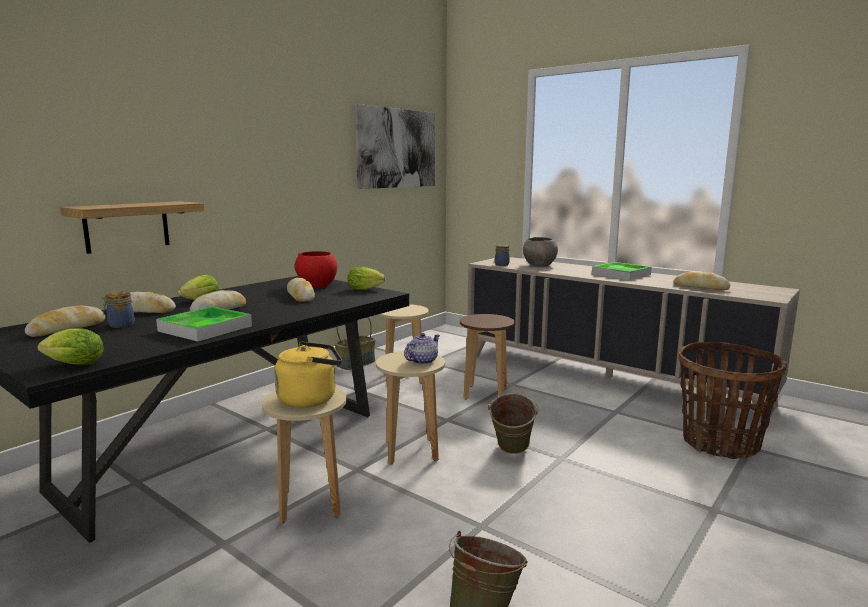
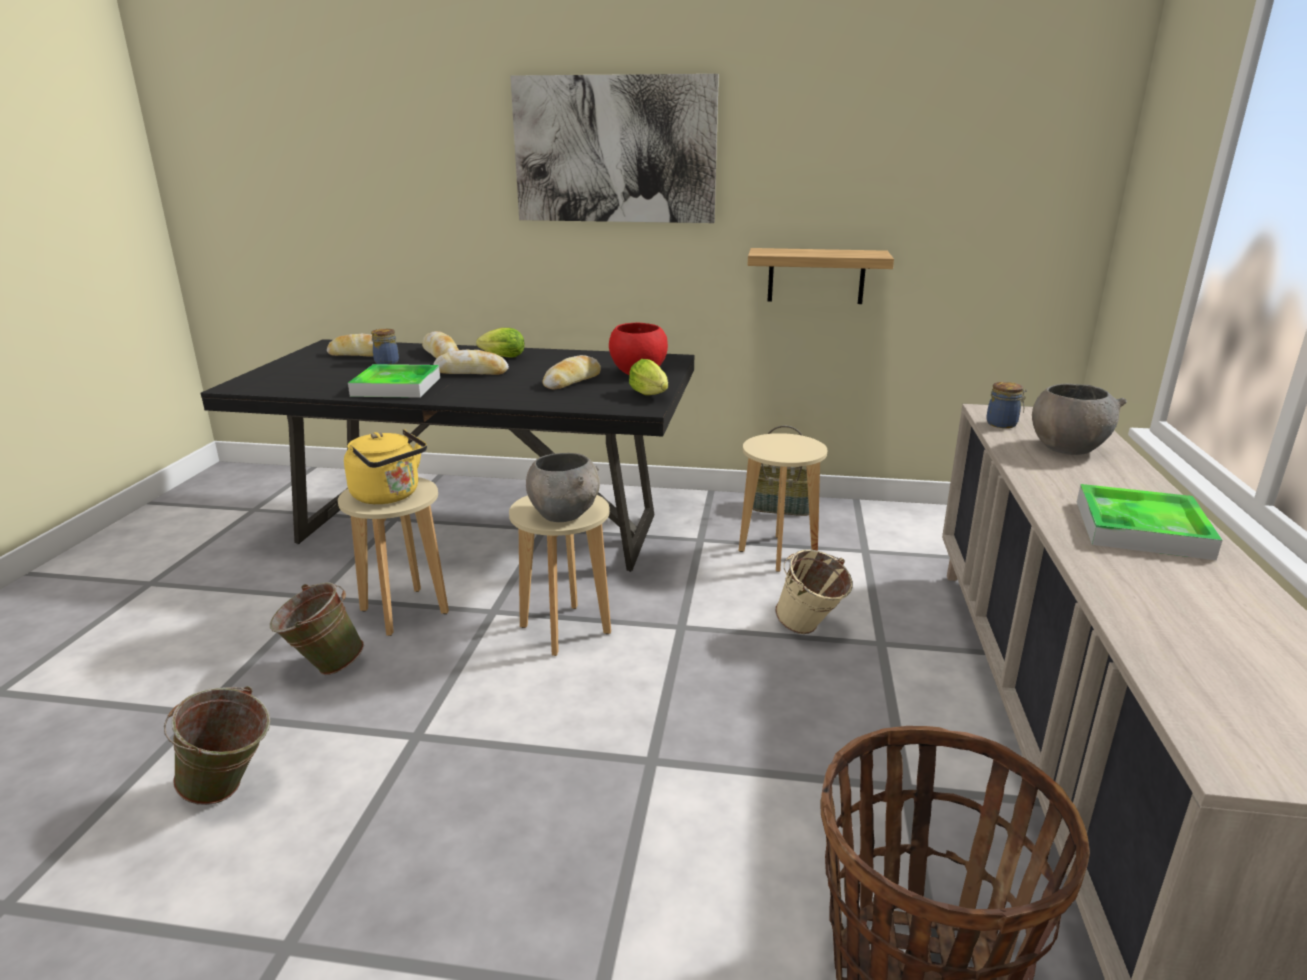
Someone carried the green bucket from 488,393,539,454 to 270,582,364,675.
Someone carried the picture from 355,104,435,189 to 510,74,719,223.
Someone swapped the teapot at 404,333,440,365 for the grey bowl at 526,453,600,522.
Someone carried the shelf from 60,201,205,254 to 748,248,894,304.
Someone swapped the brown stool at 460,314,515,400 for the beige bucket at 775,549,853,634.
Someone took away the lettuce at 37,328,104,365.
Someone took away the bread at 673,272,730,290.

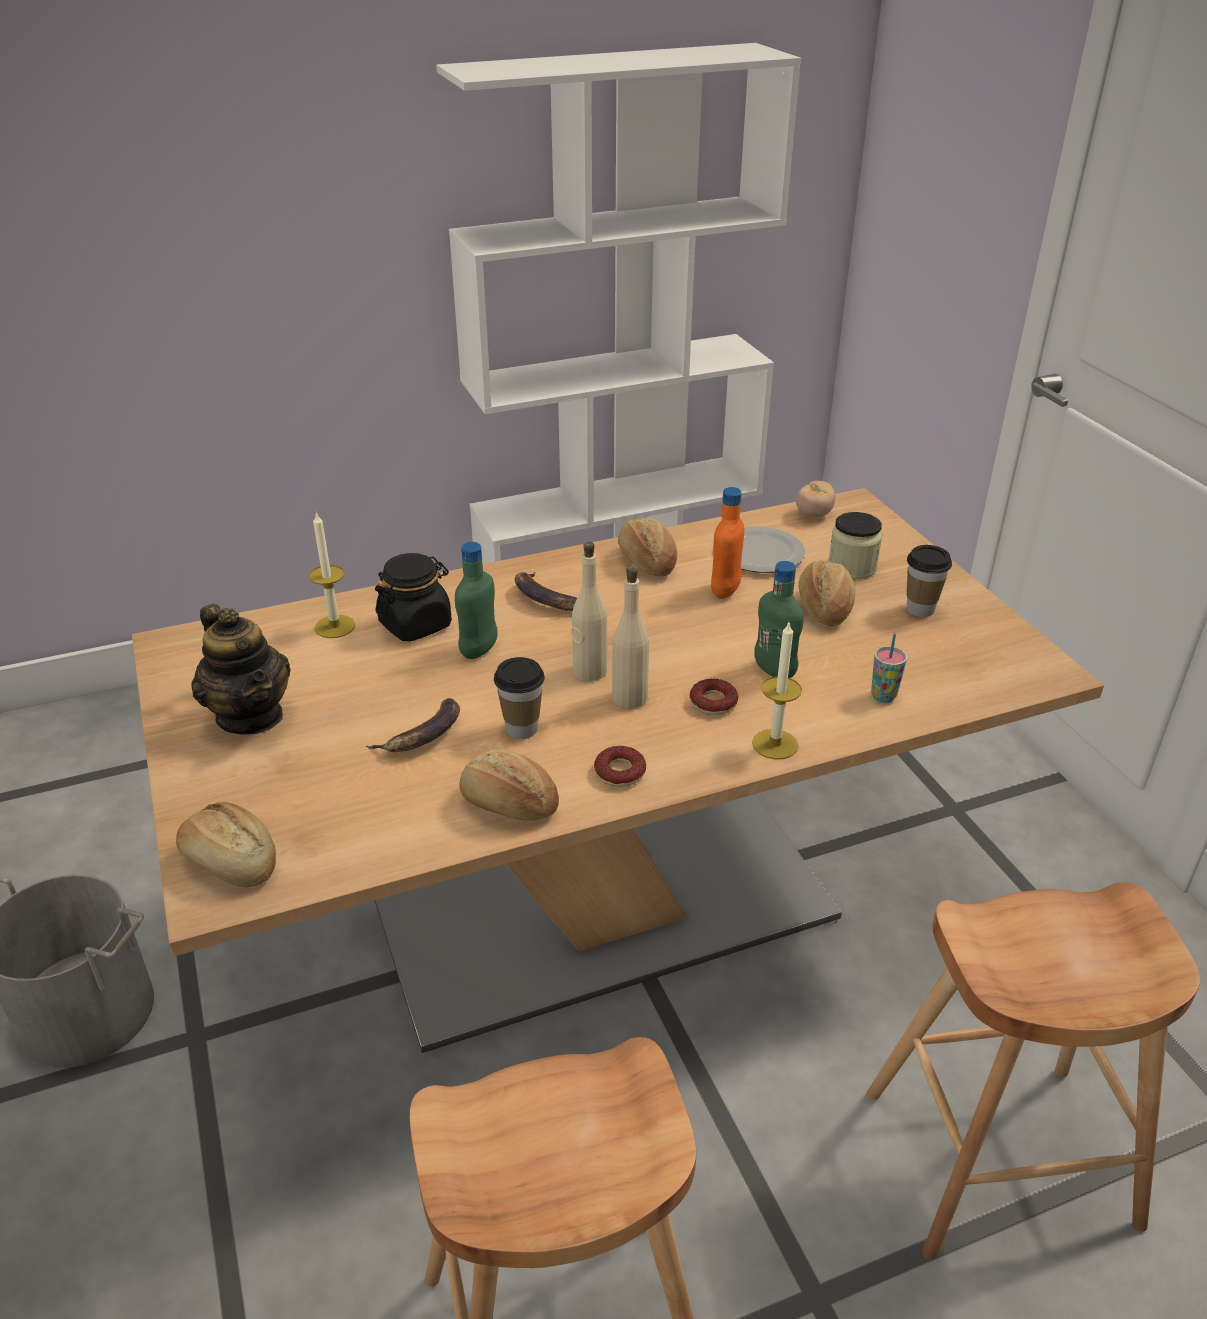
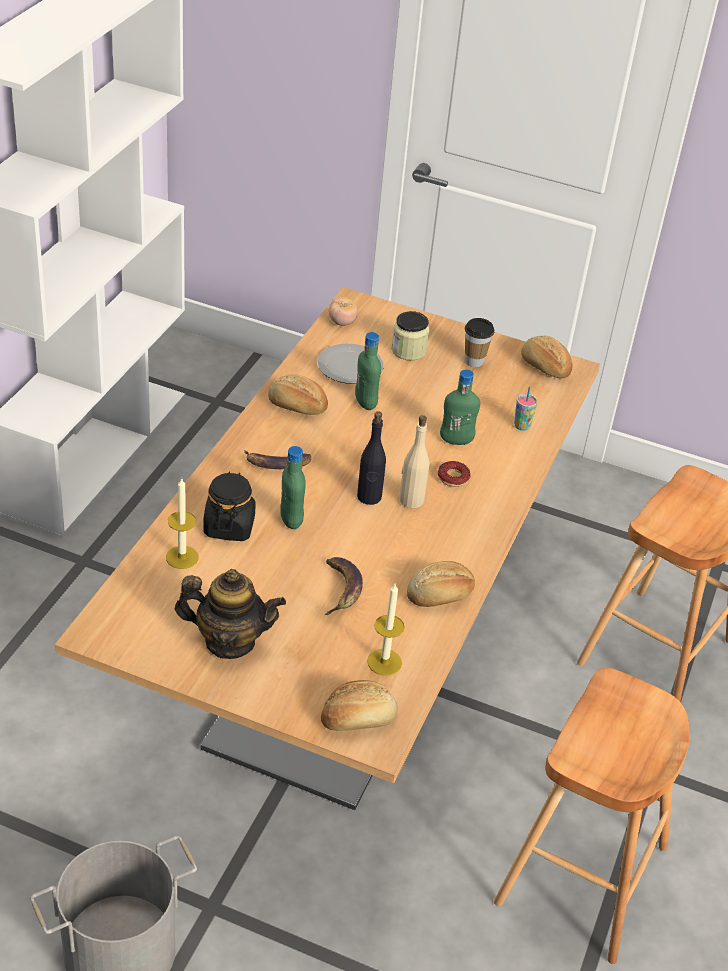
Someone repainted the orange bottle at 711,487,744,599, which became the green bottle at 355,332,381,410.
Someone repainted the beige bottle at 571,542,607,681, which became the black bottle at 357,411,386,505.
Someone carried the candle from 752,623,802,760 to 367,584,405,676.
Someone carried the bread from 798,560,855,627 to 521,336,572,378.
Someone took away the cup at 494,657,545,739.
Someone took away the donut at 594,746,646,787.

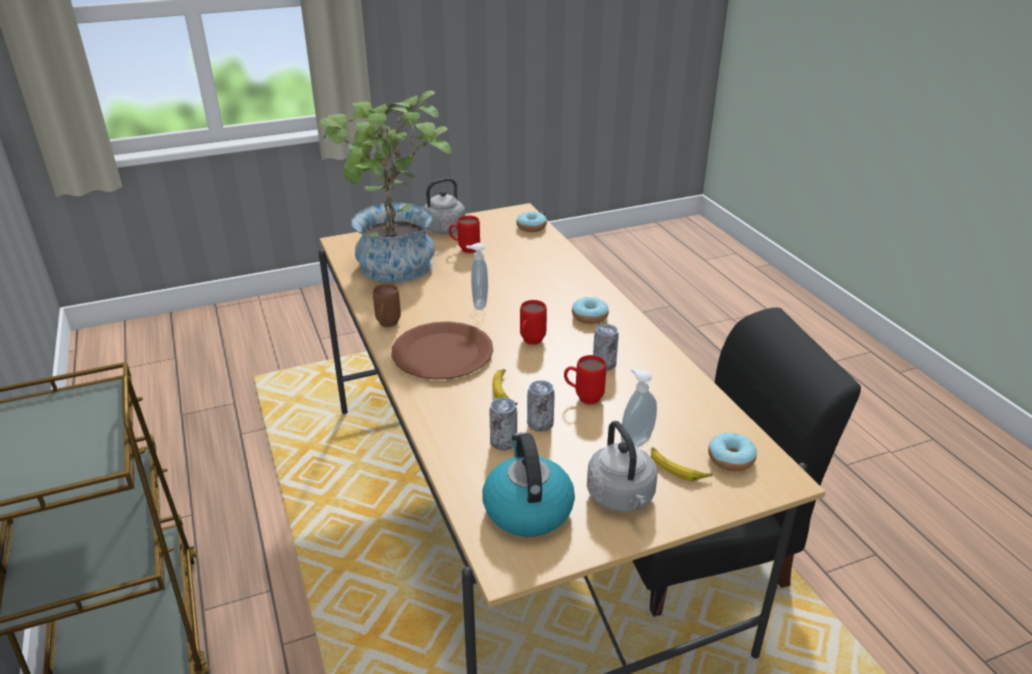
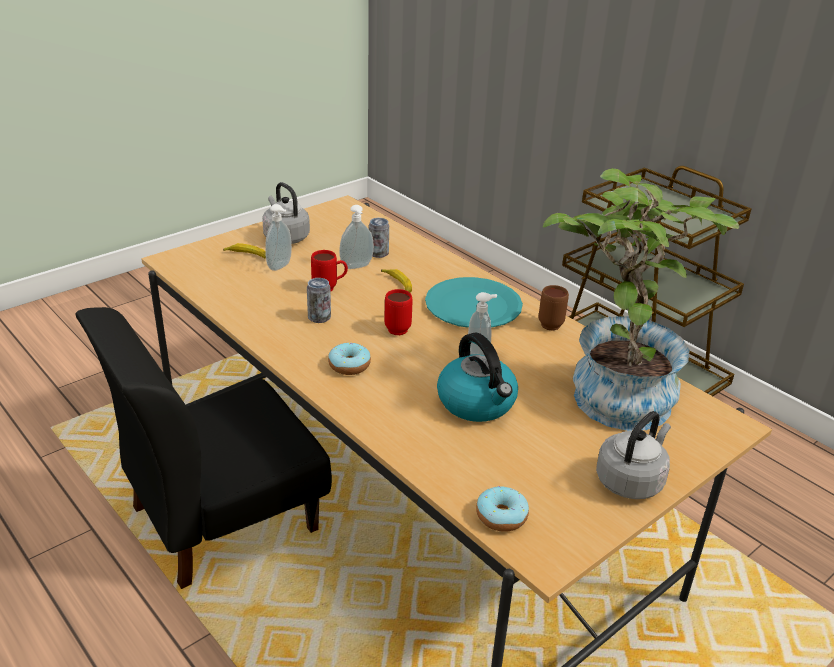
Someone swapped the can at 527,380,555,432 for the soap dispenser at 339,205,374,269.
Someone repainted the brown plate at 392,321,493,380, which became the turquoise plate at 425,277,523,328.
Someone carried the kettle from 482,433,575,537 to 437,332,518,422.
Someone took away the red mug at 449,215,480,253.
Someone took away the donut at 708,433,757,471.

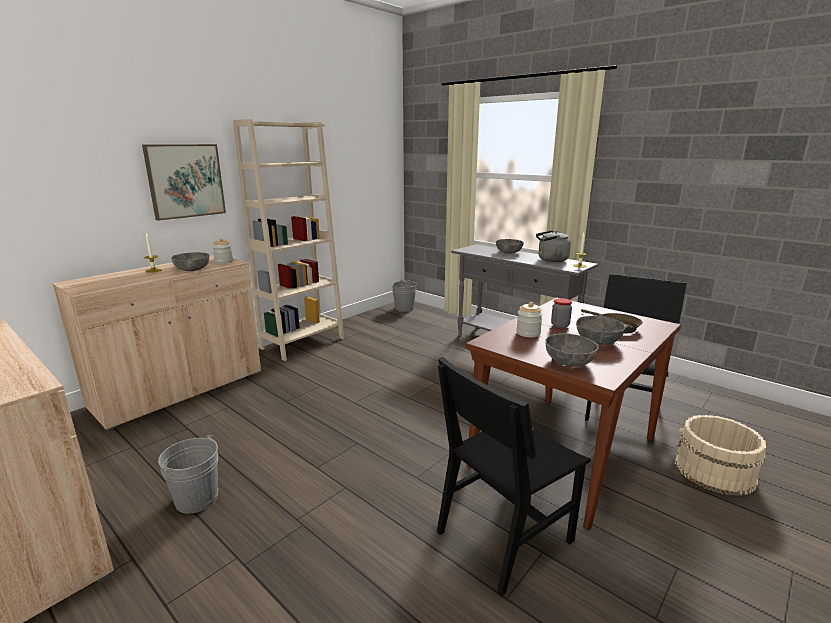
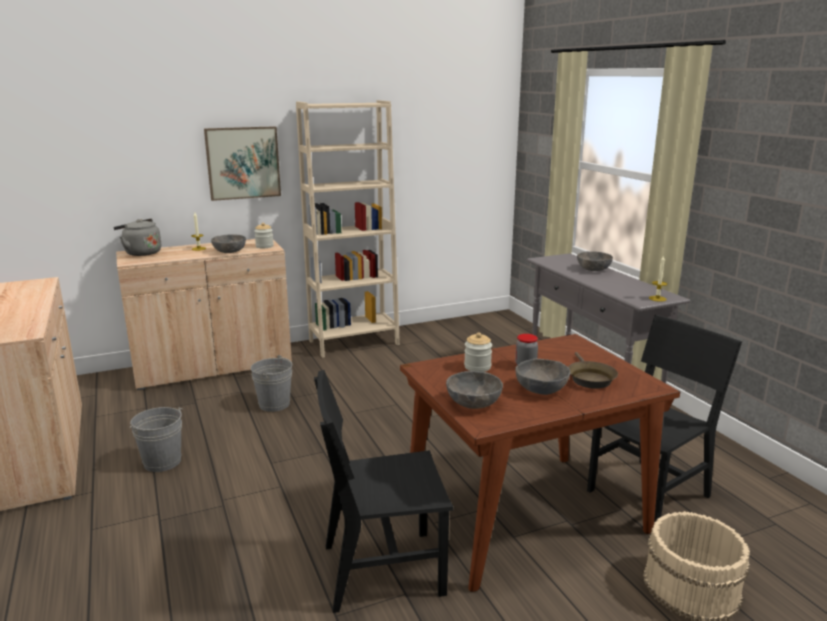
Someone carried the grey kettle from 536,230,571,262 to 113,219,161,256.
Someone carried the grey bucket from 392,279,417,312 to 251,355,293,412.

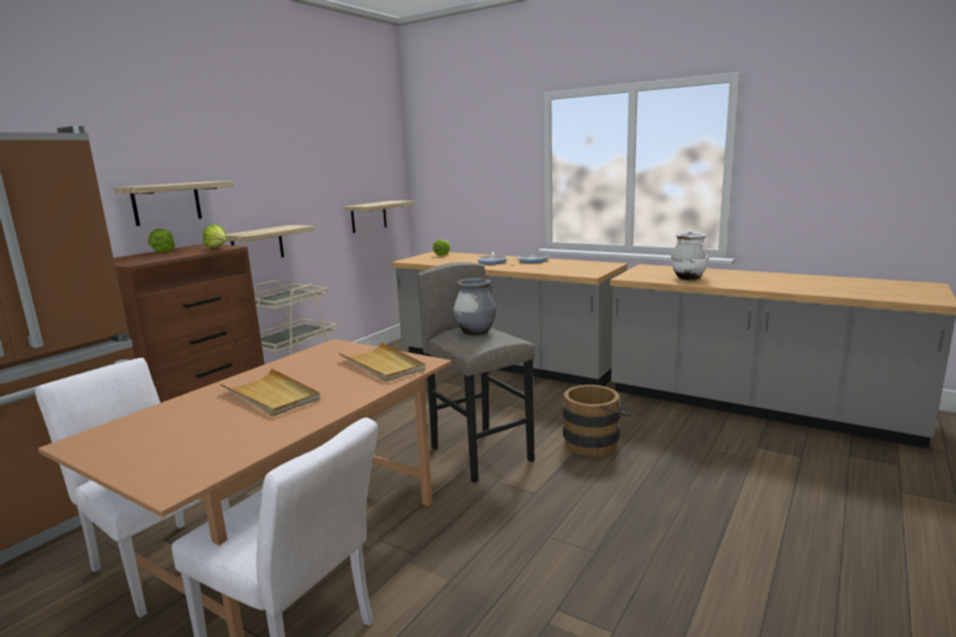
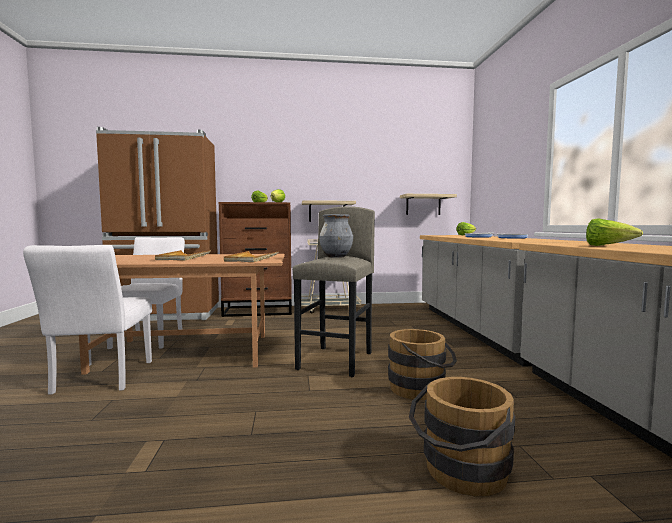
Someone put down the brown bucket at 409,377,515,497.
Someone swapped the white vase at 671,232,709,280 for the lettuce at 586,218,643,246.
Someone took away the shelf at 114,181,234,226.

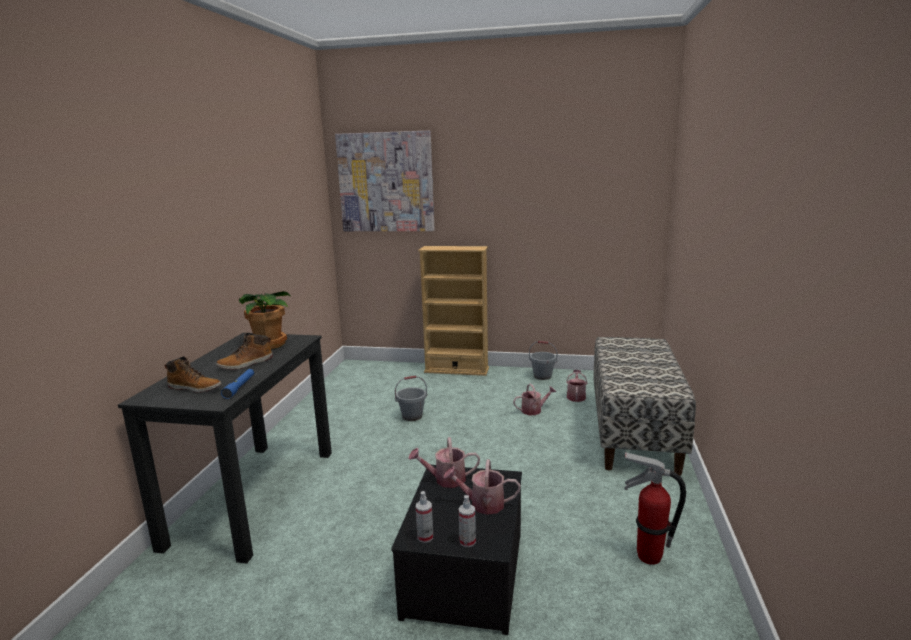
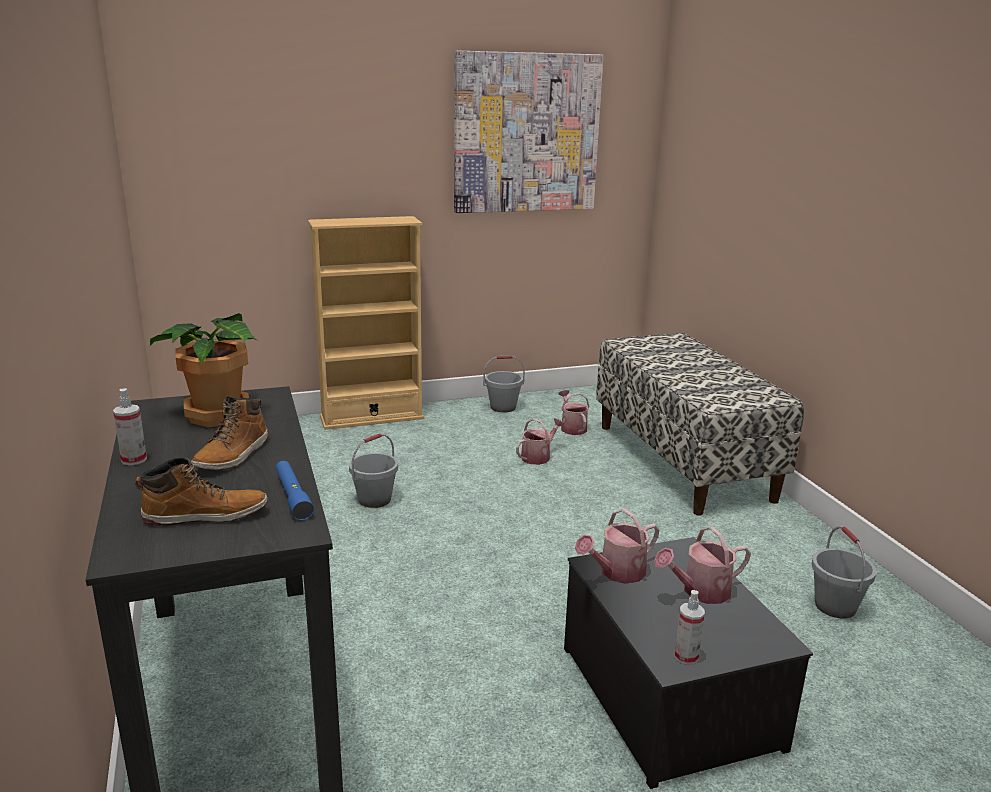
Someone carried the spray bottle from 458,495,476,547 to 113,388,147,465.
Someone carried the picture from 335,131,435,231 to 454,51,604,213.
Someone swapped the fire extinguisher at 624,452,686,565 for the grey bucket at 812,526,876,618.

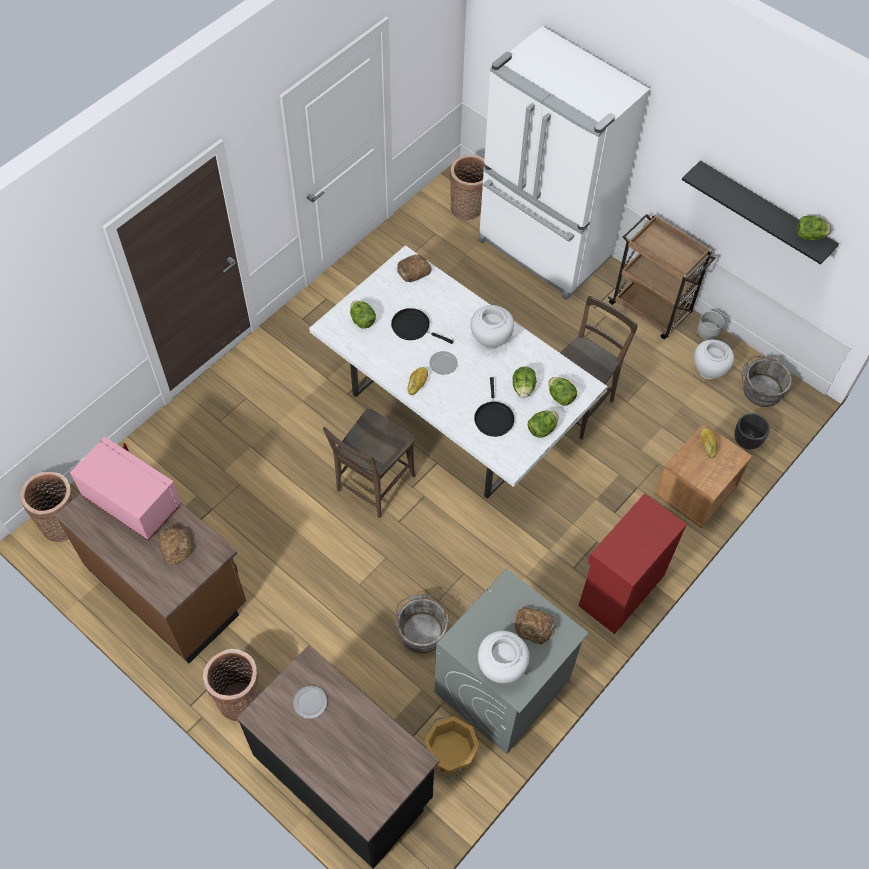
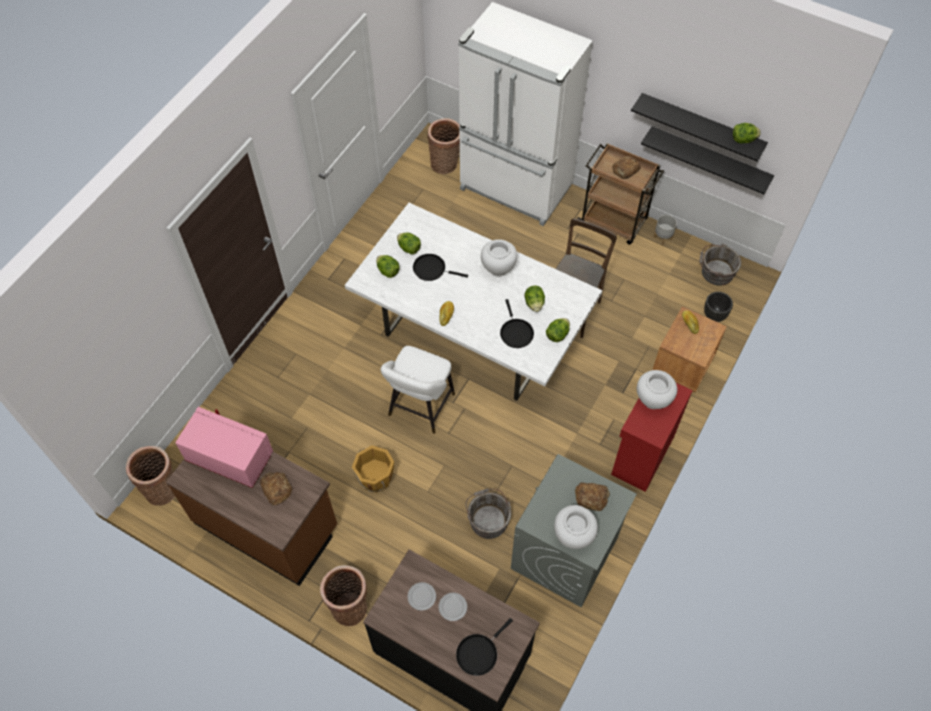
Someone carried the orange bucket from 424,716,479,779 to 352,445,394,493.
Someone swapped the brown chair at 323,409,416,518 for the white stool at 381,346,455,434.
Someone carried the lettuce from 548,377,577,406 to 397,232,421,255.
Someone carried the plate from 429,351,458,375 to 439,593,467,621.
Someone put down the black frying pan at 456,618,513,676.
Someone carried the bread from 397,254,432,282 to 612,156,640,179.
Someone carried the white vase from 694,339,734,379 to 637,370,677,409.
Someone put up the black shelf at 641,126,774,194.

